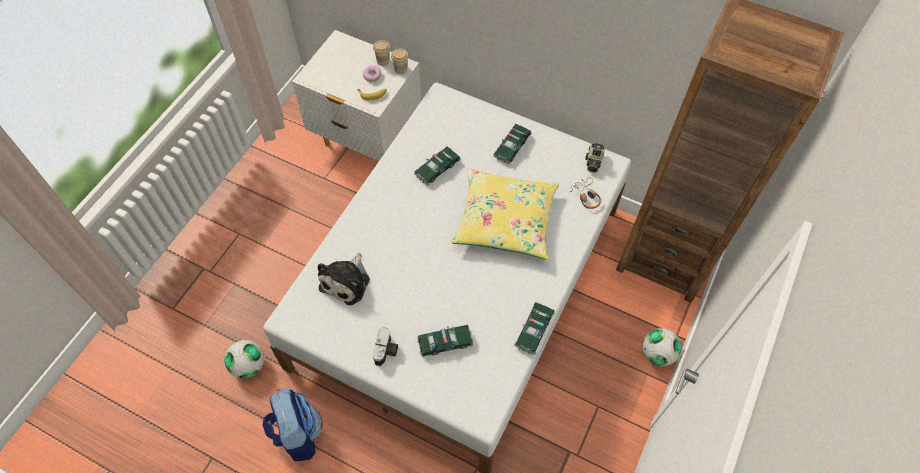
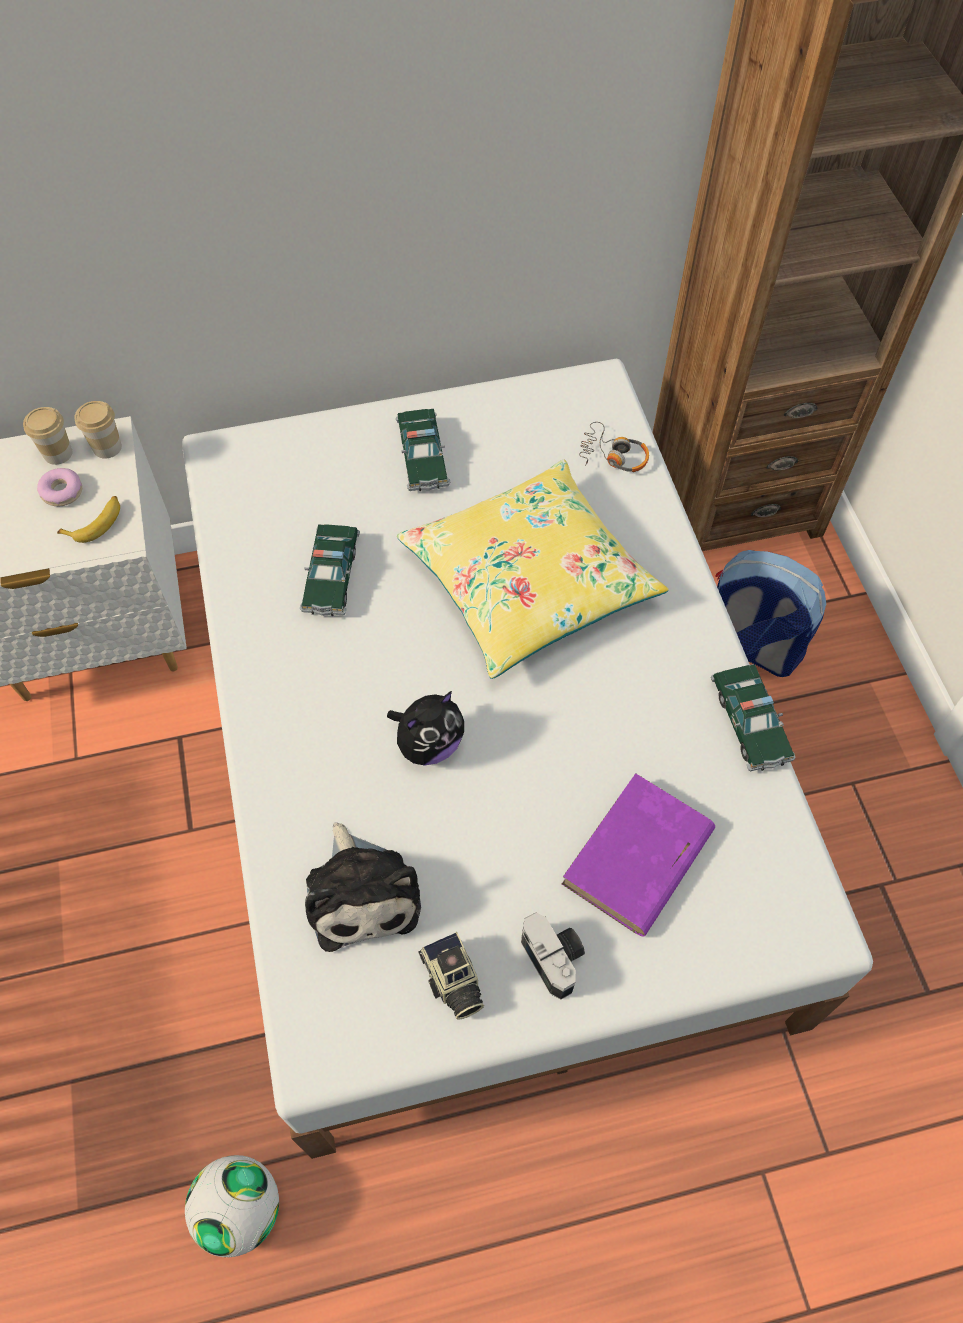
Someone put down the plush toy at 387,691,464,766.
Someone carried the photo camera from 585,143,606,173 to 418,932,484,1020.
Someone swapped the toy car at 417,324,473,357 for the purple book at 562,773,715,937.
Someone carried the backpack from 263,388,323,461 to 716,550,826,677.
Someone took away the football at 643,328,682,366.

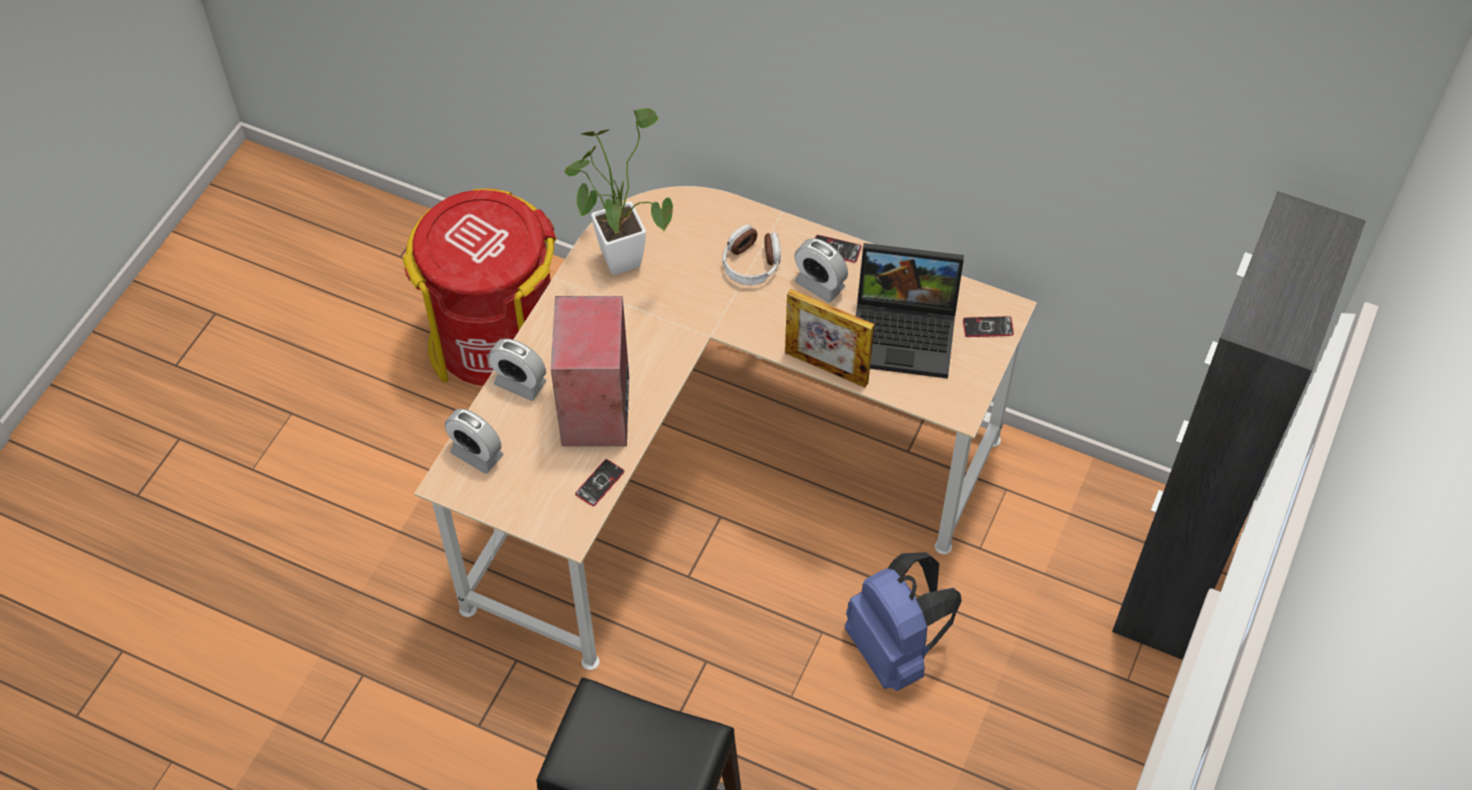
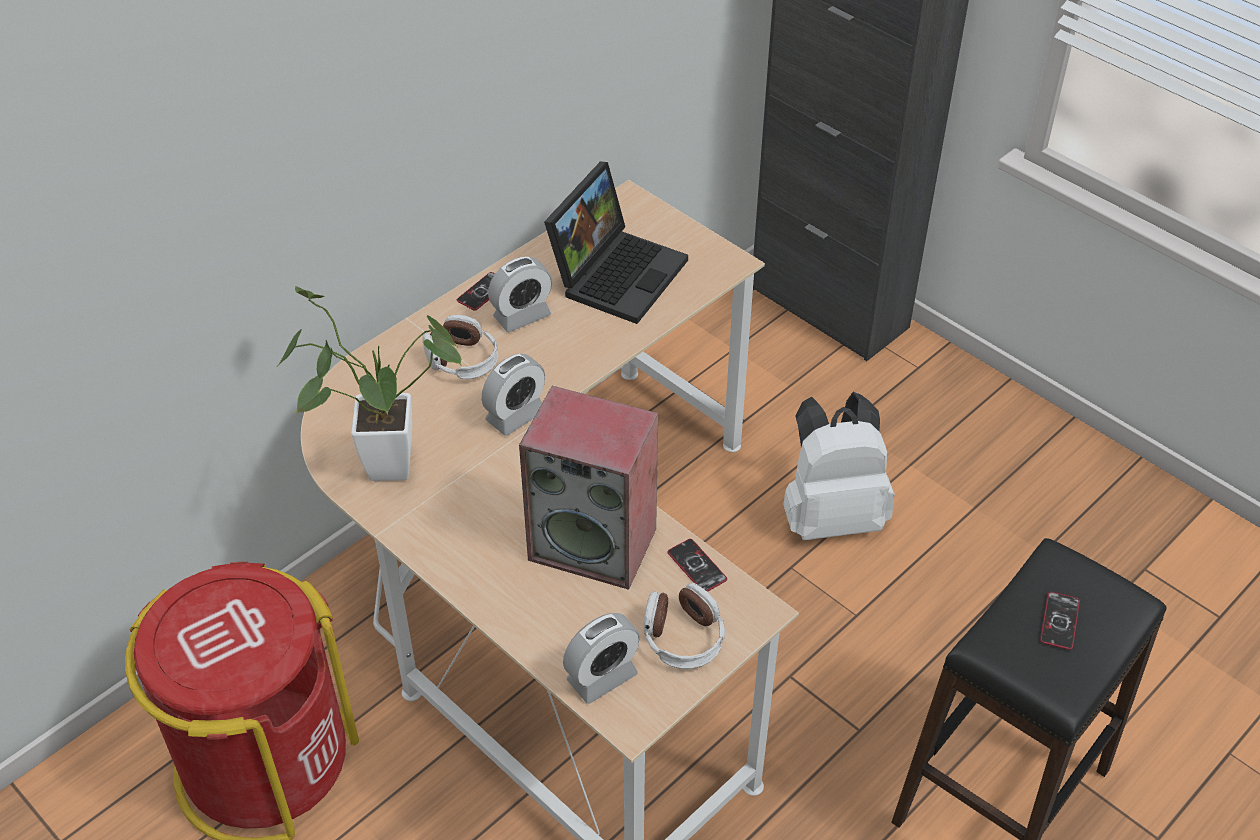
Someone carried the alarm clock from 488,339,546,401 to 482,354,545,436.
Someone put down the headphones at 643,583,725,669.
Someone repainted the blue backpack at 845,552,962,691, which became the white backpack at 783,392,895,540.
Someone carried the phone from 963,316,1014,337 to 1040,592,1080,650.
Someone took away the picture frame at 785,289,874,388.

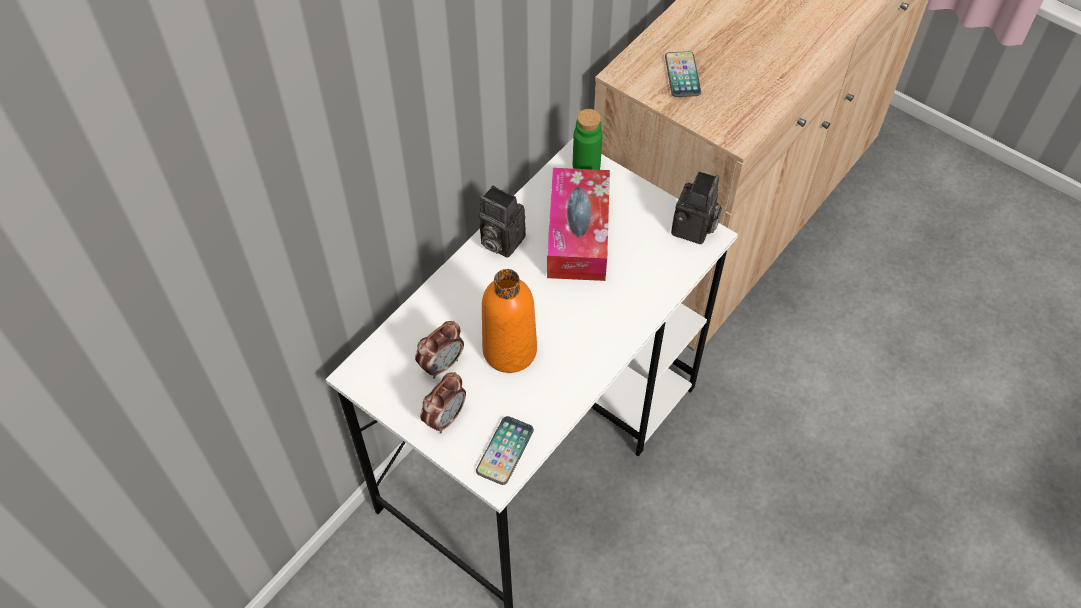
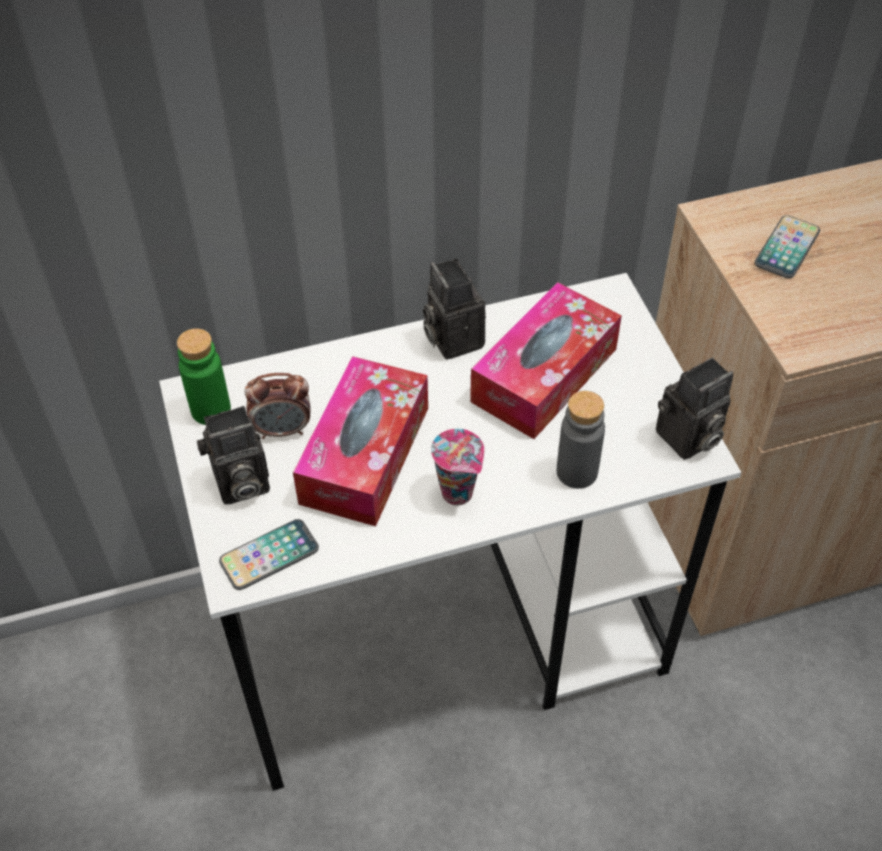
Someone carried the green bottle from 573,109,603,170 to 177,328,231,425.
Someone swapped the alarm clock at 420,372,466,434 for the photo camera at 197,406,270,505.
Someone swapped the orange bottle at 482,269,537,373 for the tissue box at 293,356,428,526.
Someone put down the cup at 431,428,484,505.
Someone put down the grey bottle at 556,391,605,489.

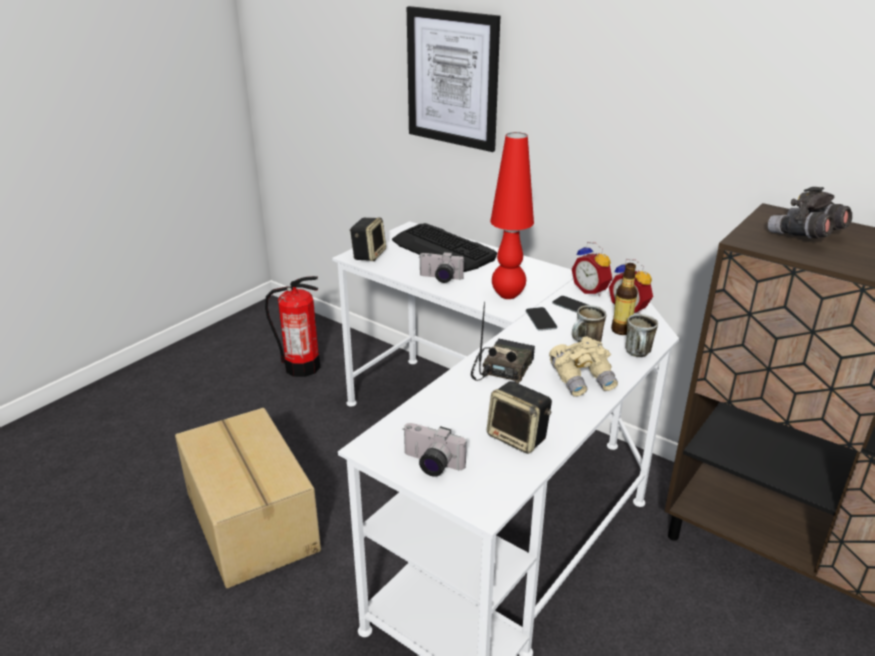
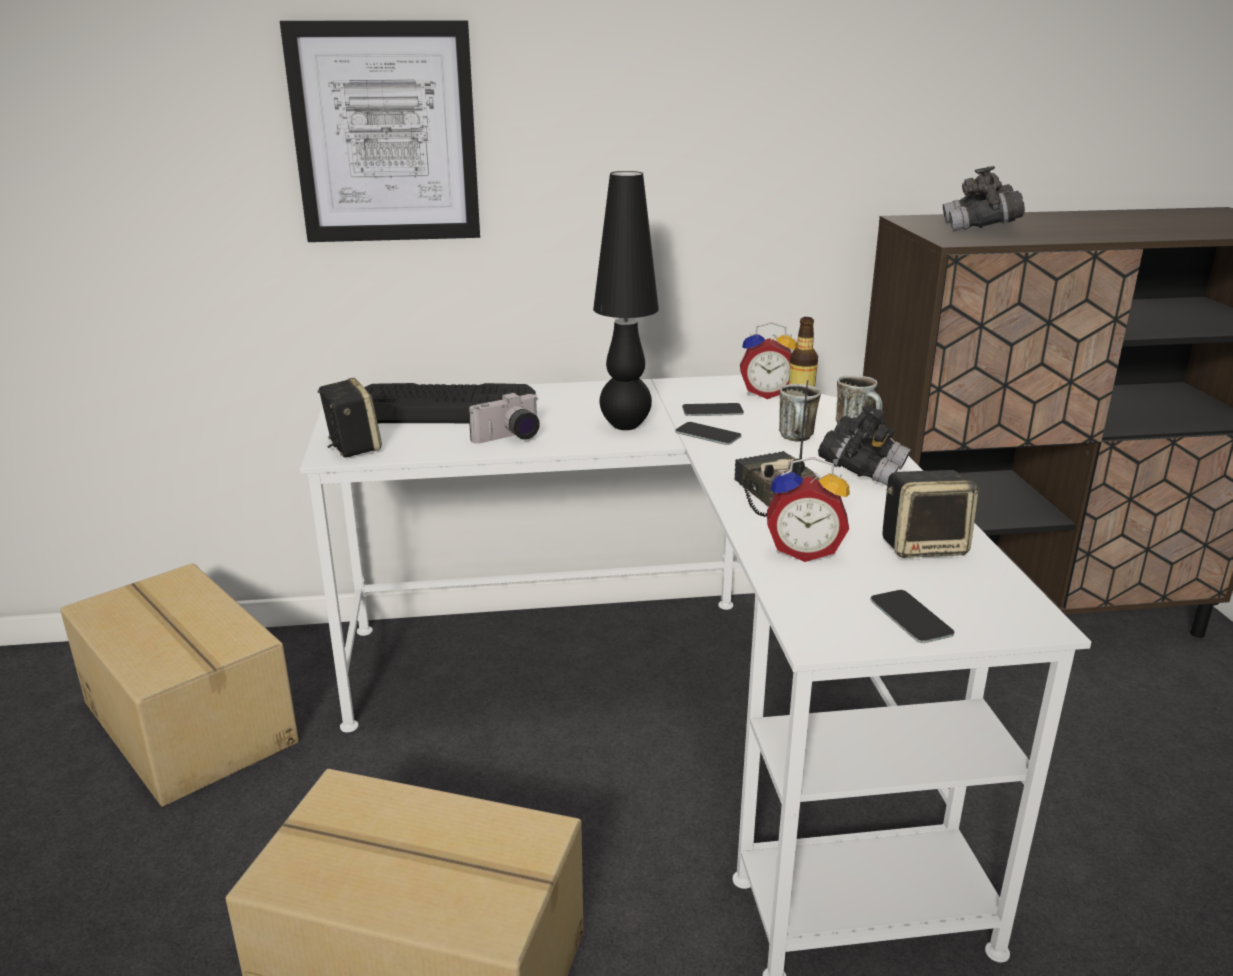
Someone swapped the fire extinguisher at 265,276,320,377 for the cardboard box at 60,563,299,807.
Someone repainted the red table lamp at 490,132,534,299, which became the black table lamp at 593,171,659,430.
Someone carried the alarm clock from 572,242,612,296 to 767,457,850,562.
Someone repainted the beige binoculars at 549,337,618,397, which became the black binoculars at 818,406,911,486.
Someone swapped the photo camera at 403,423,466,477 for the phone at 871,590,954,643.

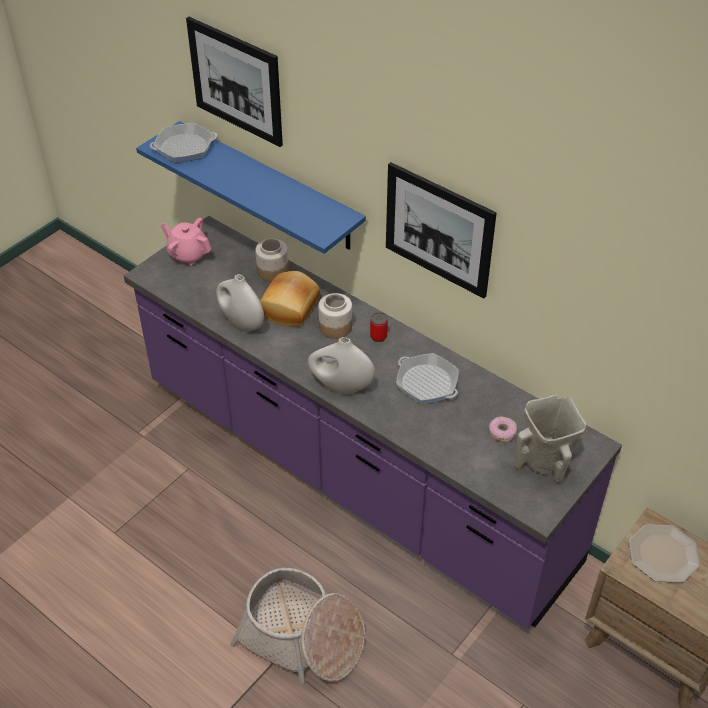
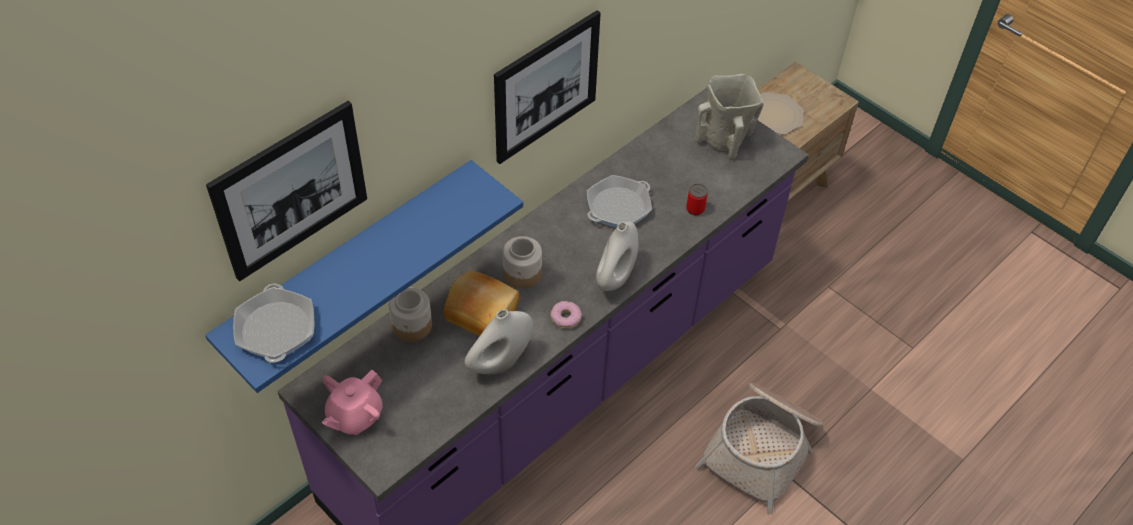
Someone carried the donut from 489,416,517,442 to 550,301,582,329.
Someone carried the can from 370,313,388,342 to 686,184,708,215.

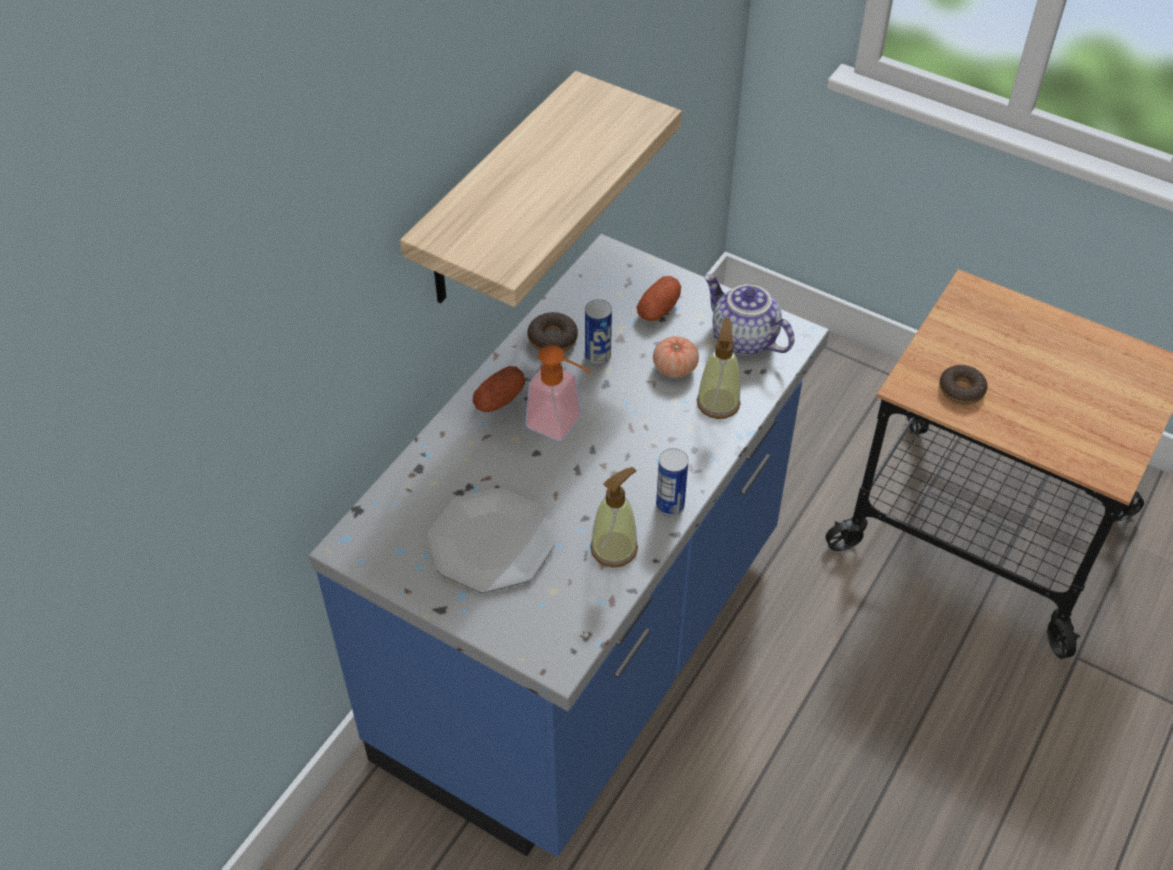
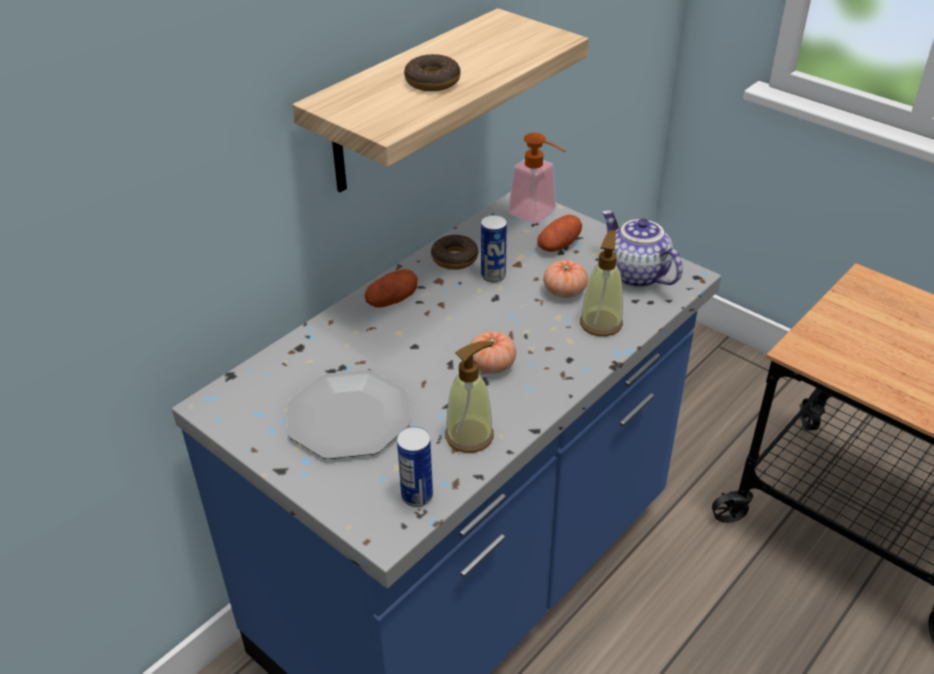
Someone carried the can from 656,448,689,516 to 397,426,433,507.
Someone carried the donut from 939,364,987,405 to 404,54,461,91.
Someone put down the tomato at 470,331,516,374.
Someone carried the soap dispenser from 525,345,591,441 to 508,133,566,224.

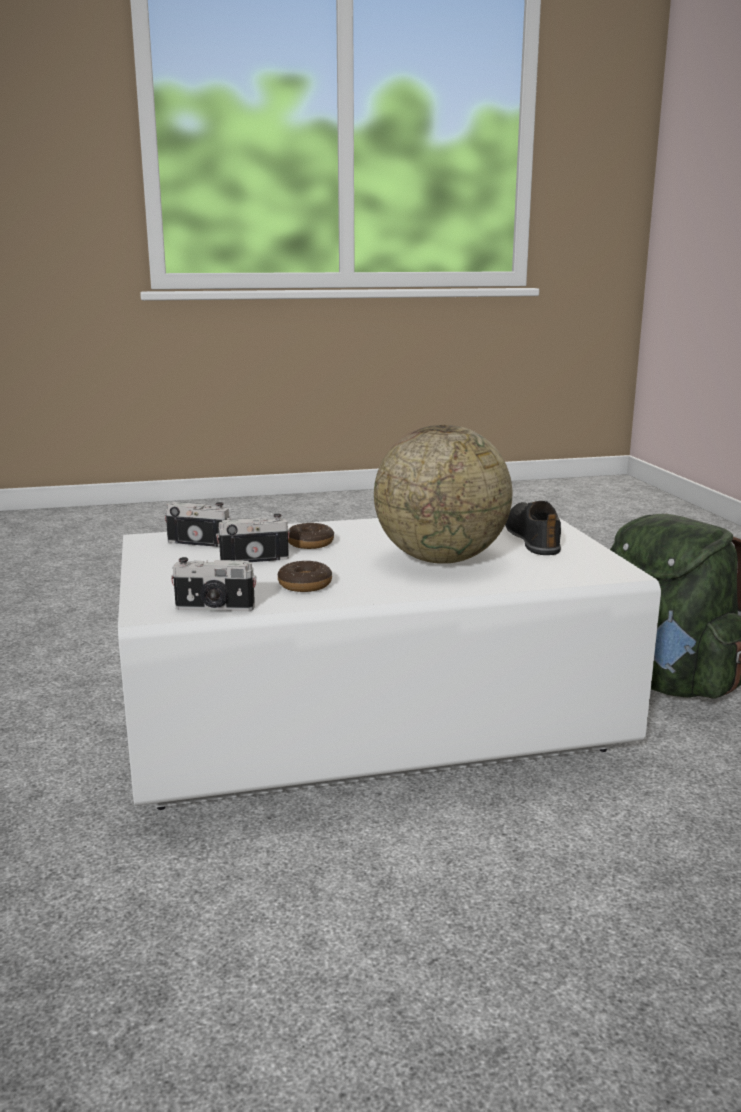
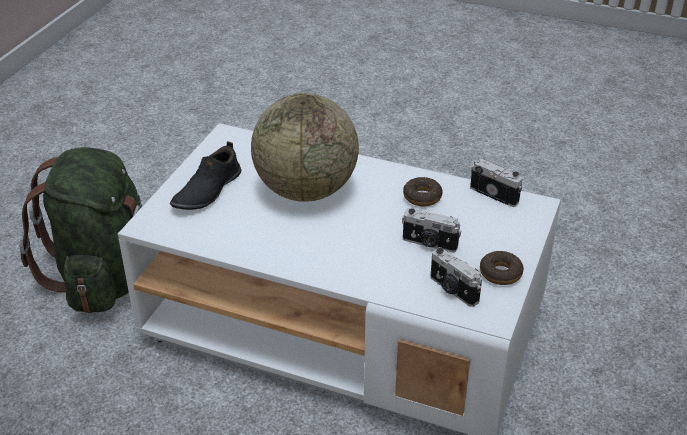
Someone carried the donut from 288,523,334,549 to 480,251,524,285.

